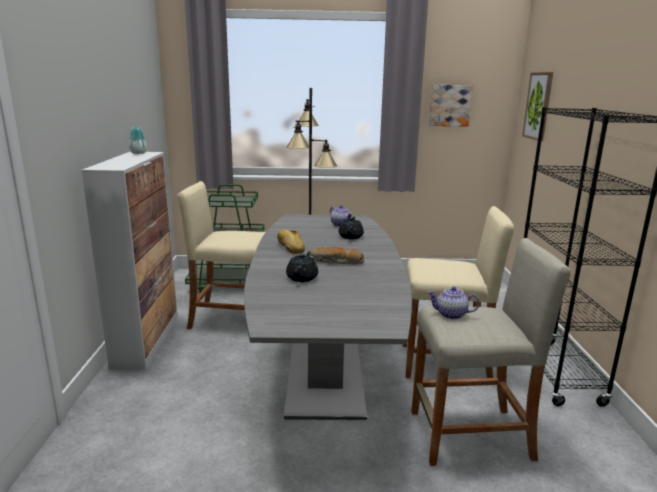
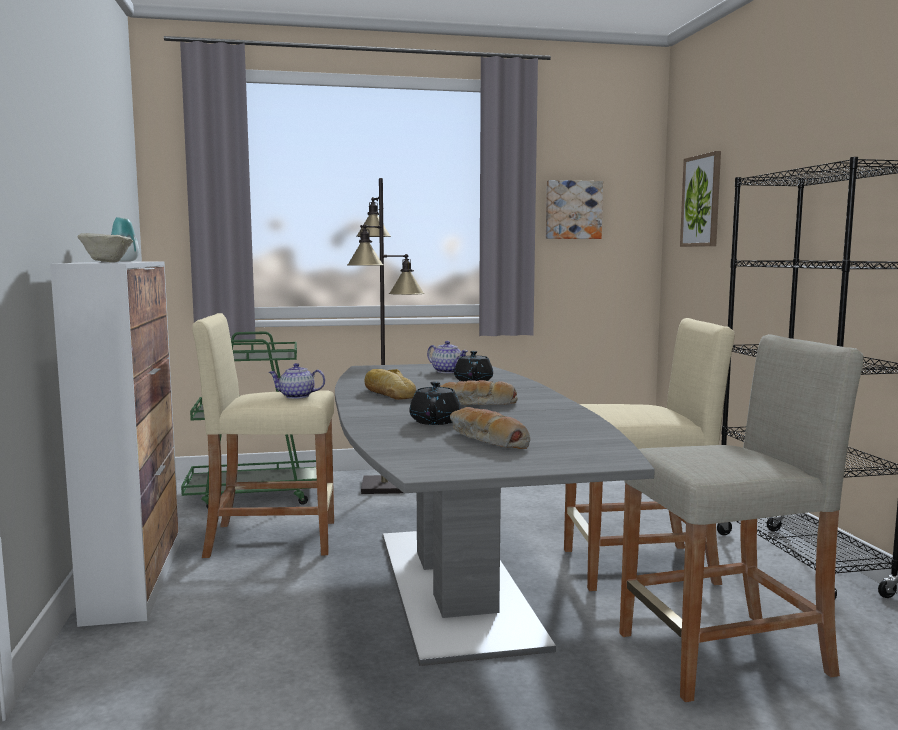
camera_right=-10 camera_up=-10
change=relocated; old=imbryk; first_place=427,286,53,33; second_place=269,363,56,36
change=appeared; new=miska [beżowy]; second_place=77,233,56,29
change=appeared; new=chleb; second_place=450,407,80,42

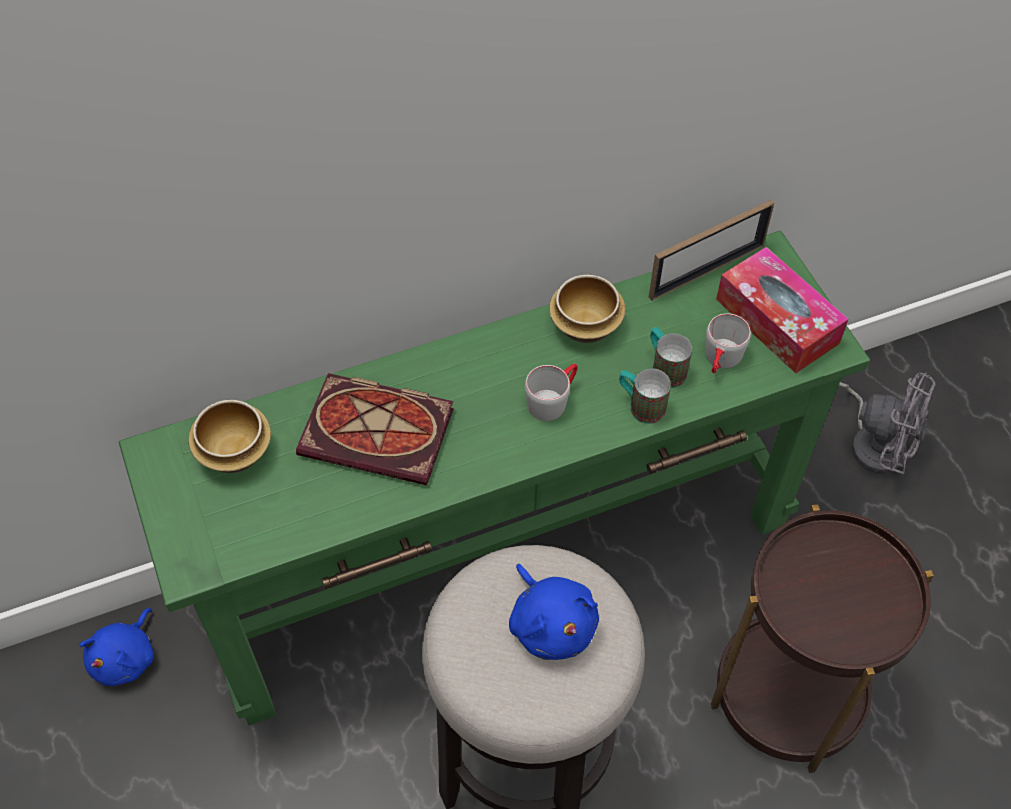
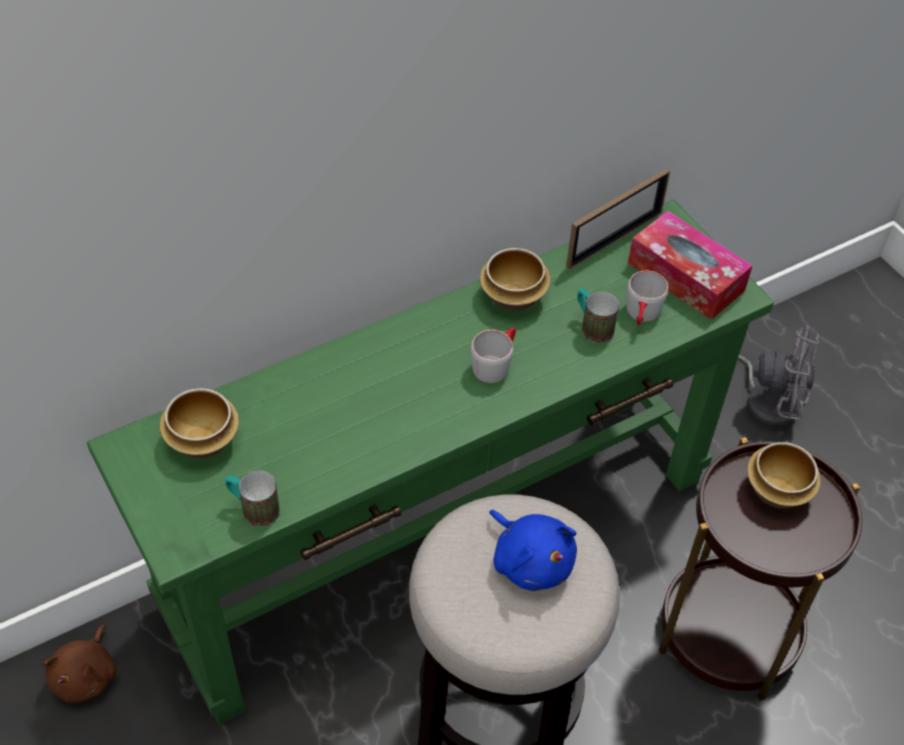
camera_right=-10 camera_up=-5
change=relocated; old=kubek; first_place=619,368,52,56; second_place=225,470,55,57
change=missing; old=książka; first_place=296,373,158,112
change=colour; old=pluszak [niebieski]; new=pluszak [brązowy]; first_place=80,608,74,78; second_place=43,625,73,78
change=appeared; new=miska; second_place=747,442,74,66

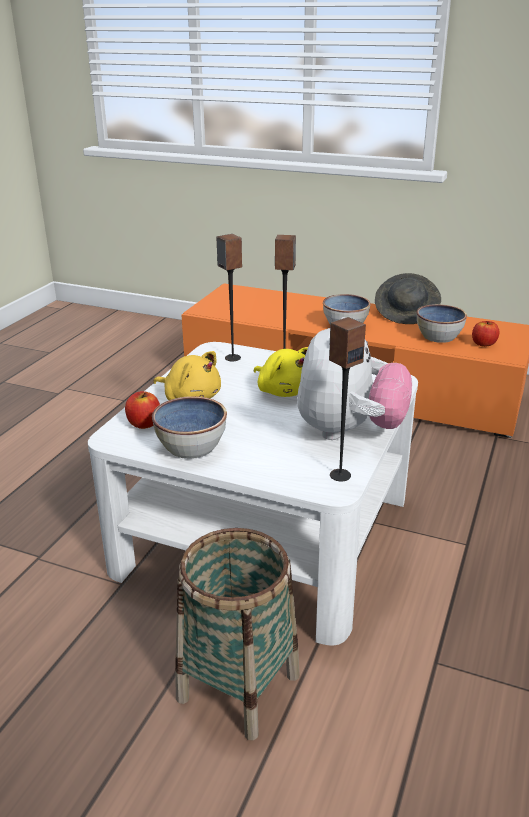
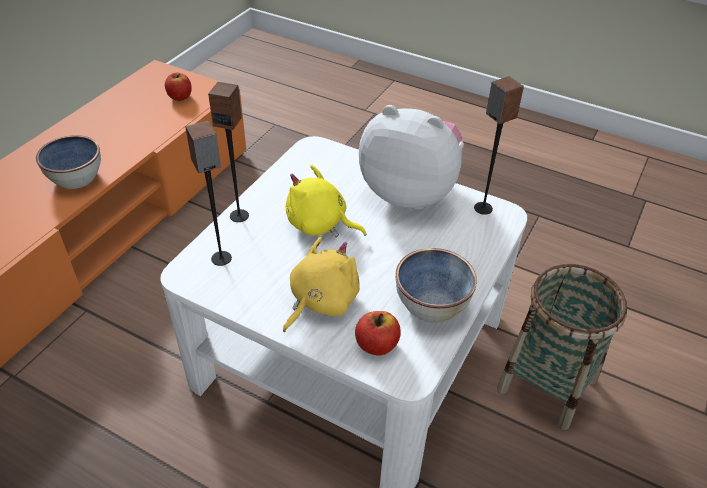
camera_right=-85 camera_up=15
change=missing; old=kapelusz [szary]; first_place=375,273,66,51
change=missing; old=miska; first_place=417,304,50,39
change=spun; old=pluszak [żółty]; first_place=254,347,54,50; second_place=285,165,81,72; degrees=-120

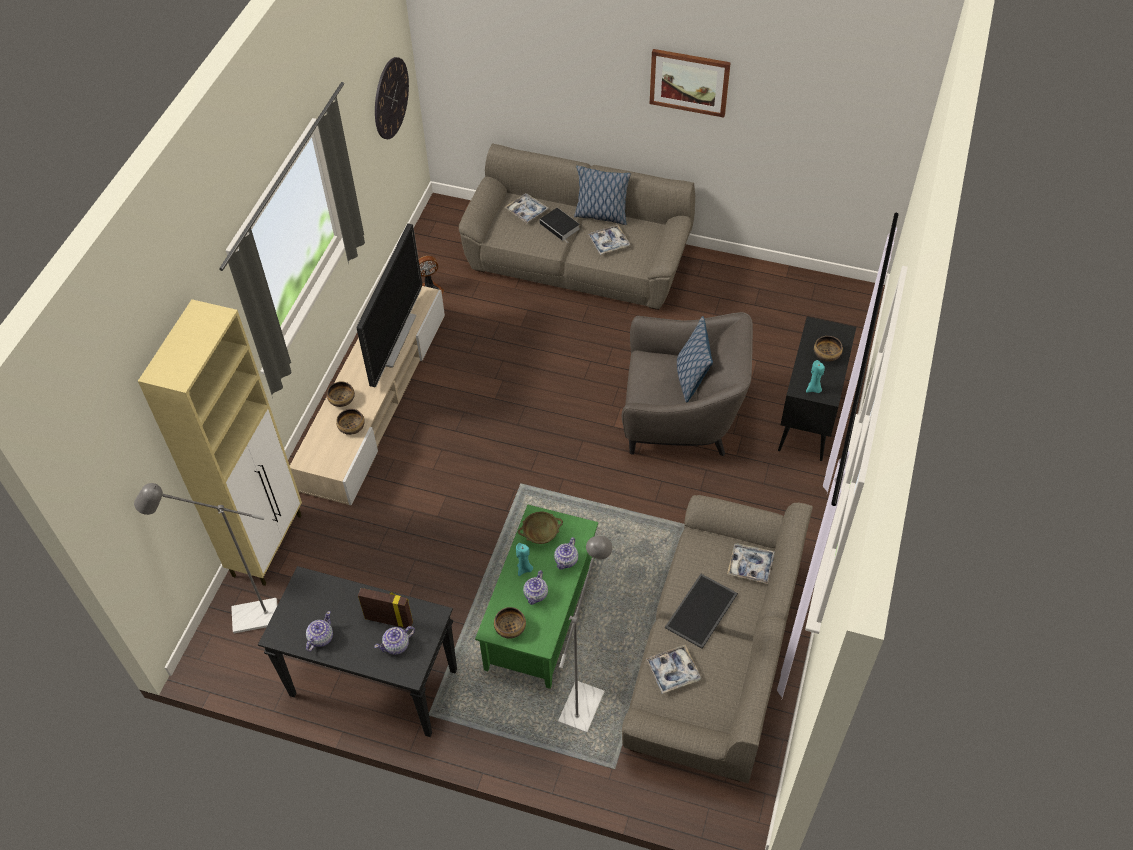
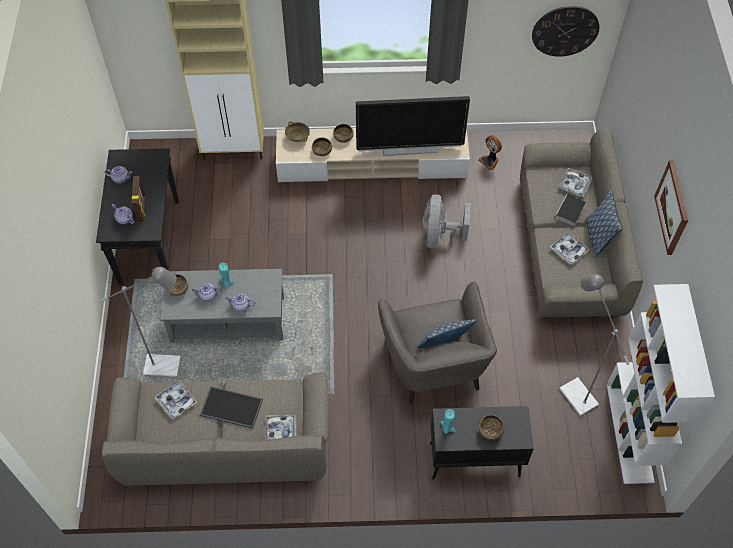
camera_right=70 camera_up=5
change=relocated; old=lampa stojąca [szary]; first_place=134,483,144,150; second_place=559,274,70,142
change=colour; old=ława [zielony]; new=ława [szary]; first_place=475,504,123,185; second_place=160,269,124,74
change=relocated; old=miska [beżowy]; first_place=518,511,45,33; second_place=285,121,25,21
change=appeared; new=wentylator [szary]; second_place=422,194,49,54
change=appeared; new=regał [biały]; second_place=607,284,108,200

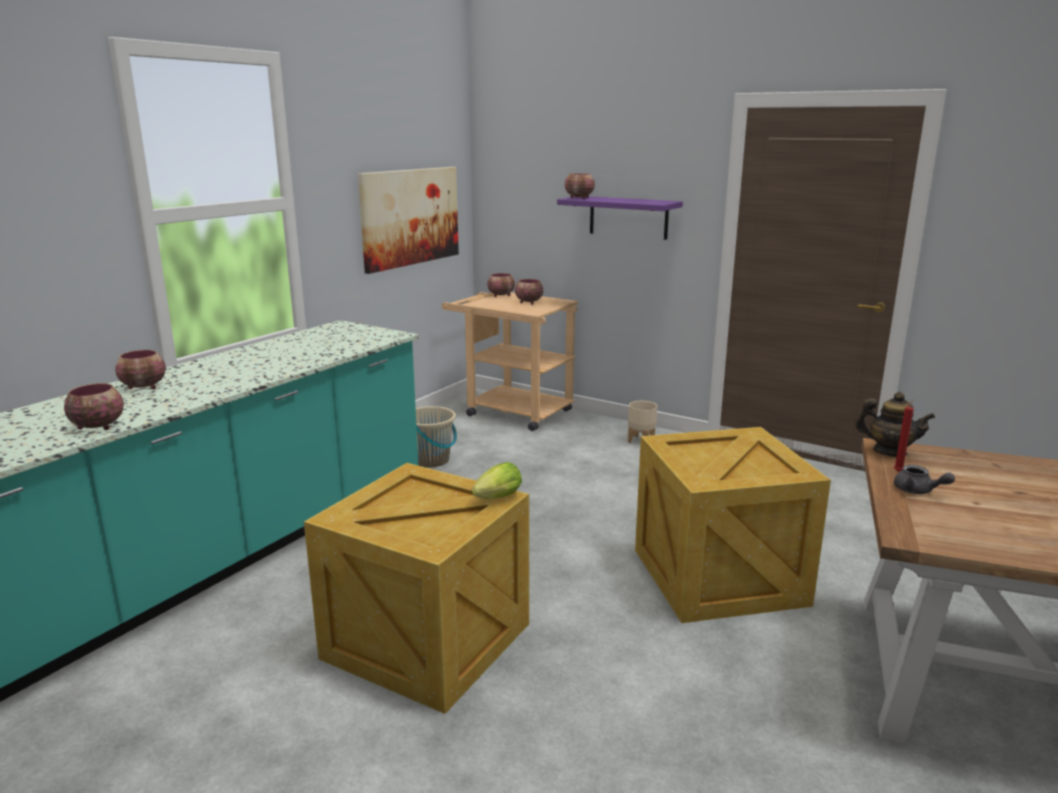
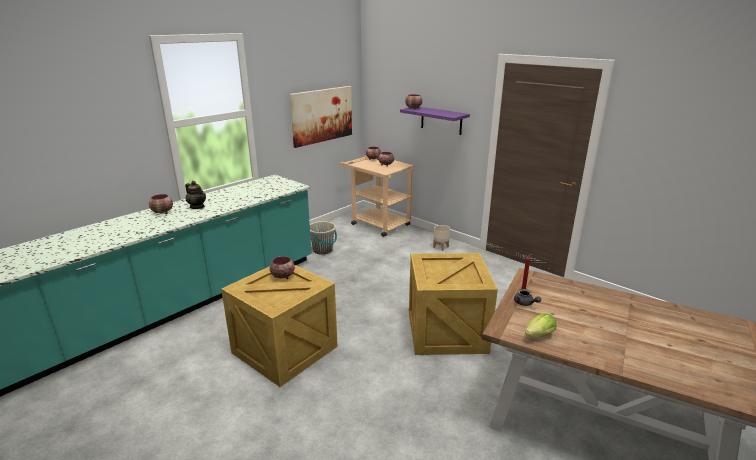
camera_right=10 camera_up=5
change=relocated; old=miska; first_place=64,383,60,47; second_place=270,256,25,23
change=relocated; old=imbryk; first_place=855,392,80,65; second_place=185,181,21,28
change=relocated; old=sałata; first_place=472,462,50,37; second_place=525,313,32,25

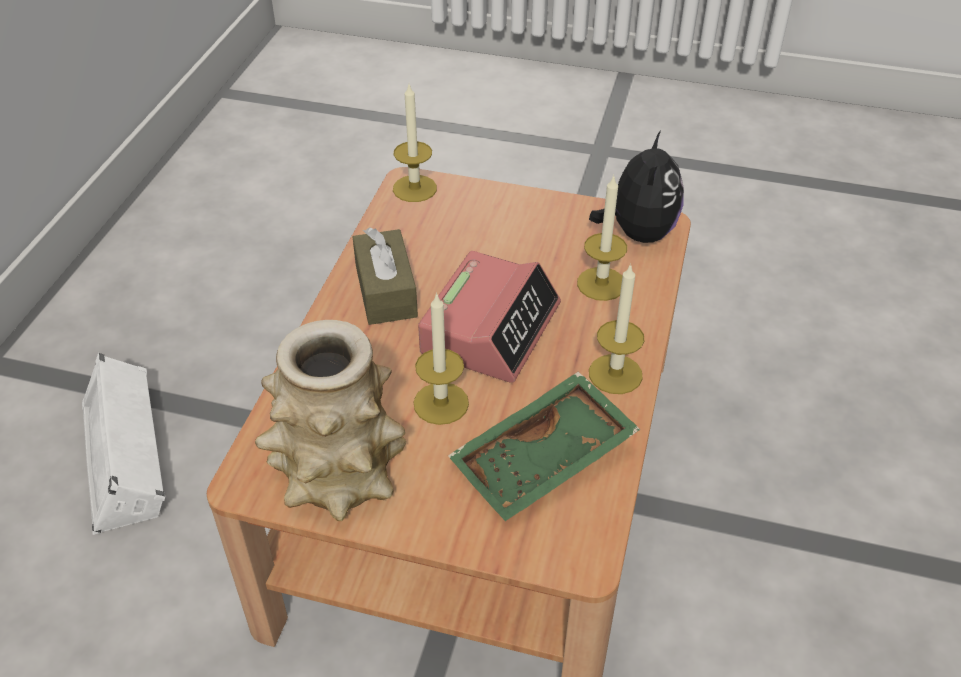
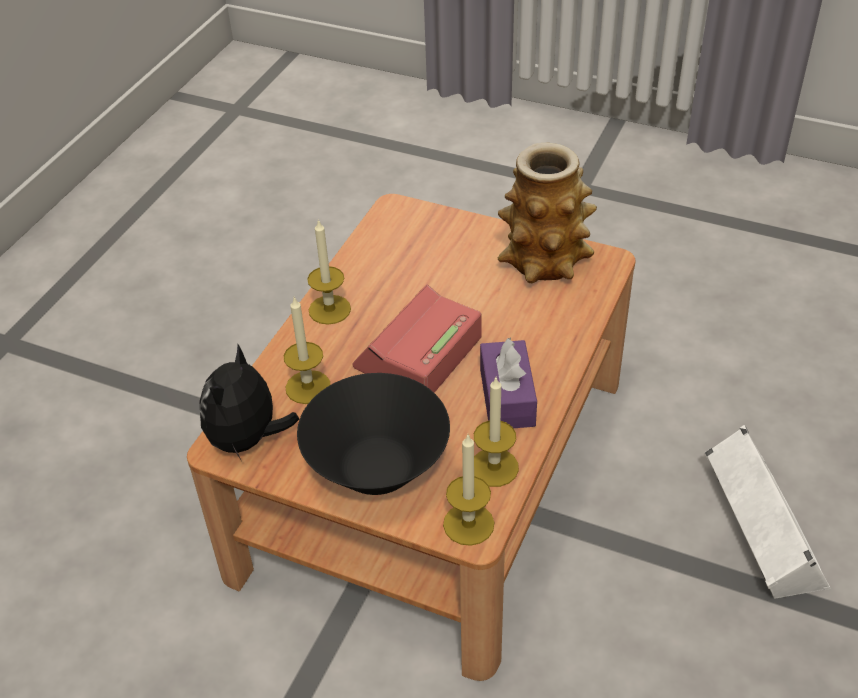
camera_right=-170 camera_up=0
change=colour; old=pudełko chusteczek [brązowy]; new=pudełko chusteczek [fioletowy]; first_place=353,228,65,97; second_place=480,338,57,90
change=relocated; old=świeca; first_place=414,292,55,133; second_place=474,377,45,110
change=missing; old=taca [zielony]; first_place=448,372,193,149
change=appeared; new=miska [czarny]; second_place=297,373,153,122

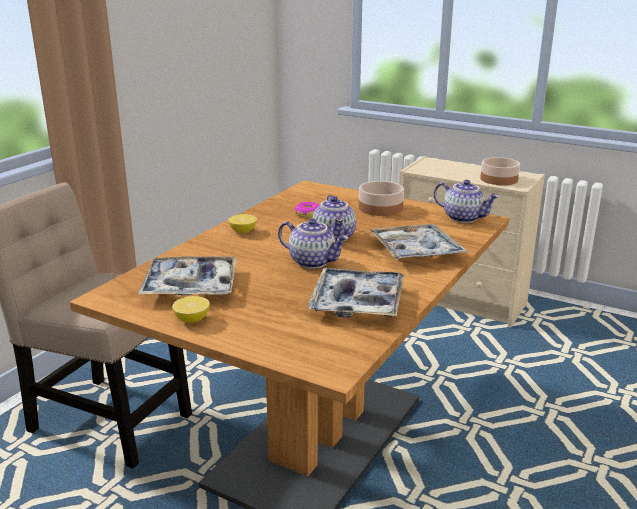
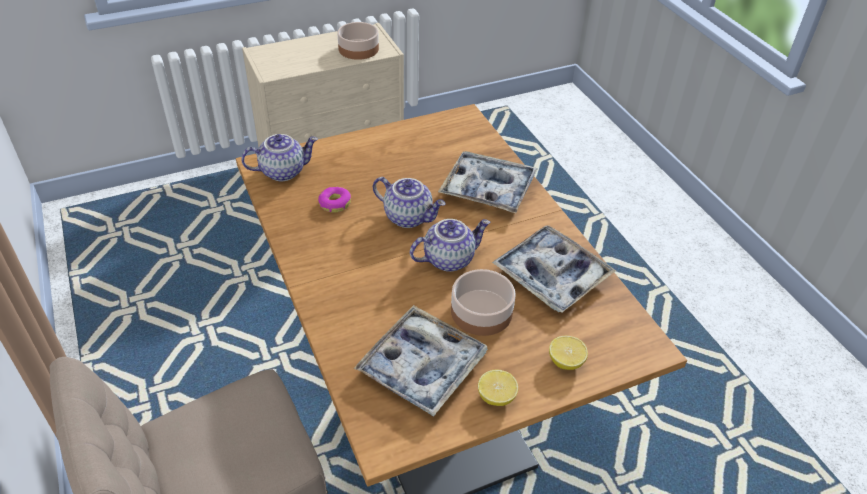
camera_right=-55 camera_up=20
change=relocated; old=imbryk; first_place=434,180,65,43; second_place=241,134,77,47
change=relocated; old=miska; first_place=359,181,45,35; second_place=451,269,64,67
change=relocated; old=cytryna; first_place=228,214,29,20; second_place=549,336,39,34

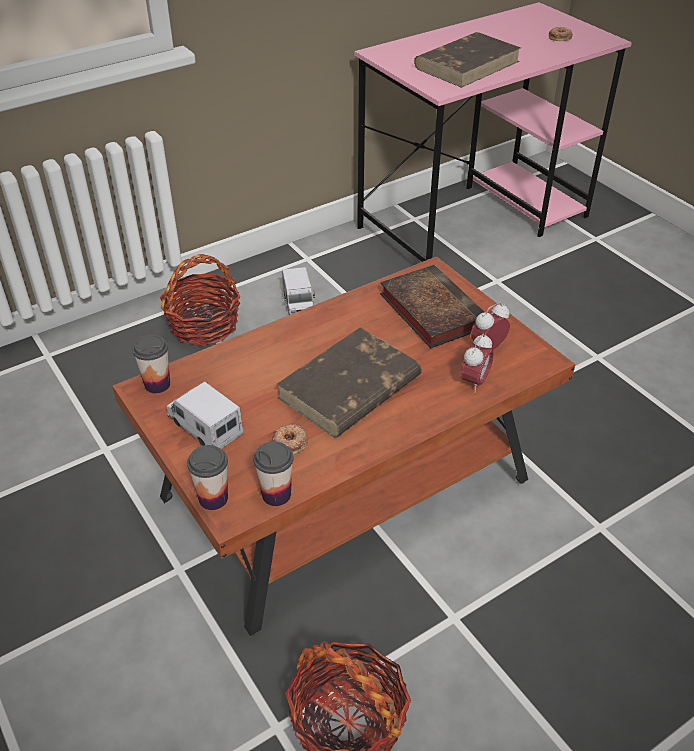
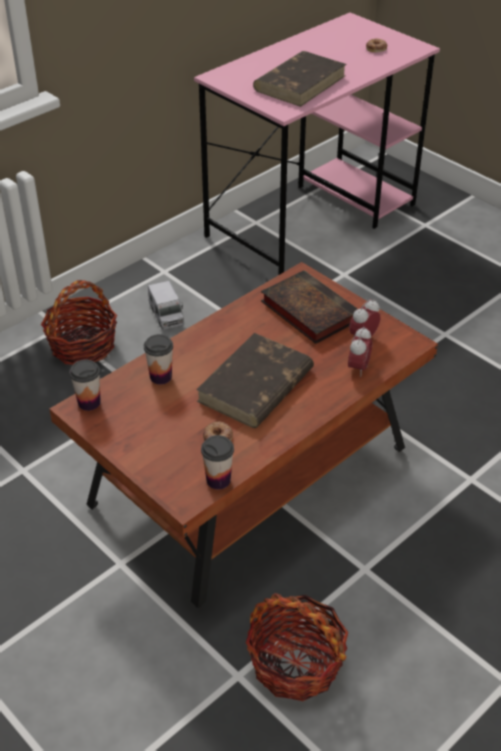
camera_right=-10 camera_up=0
change=missing; old=ciężarówka zabawkowa; first_place=167,381,76,68
change=relocated; old=filiżanka; first_place=187,445,41,65; second_place=144,334,29,50

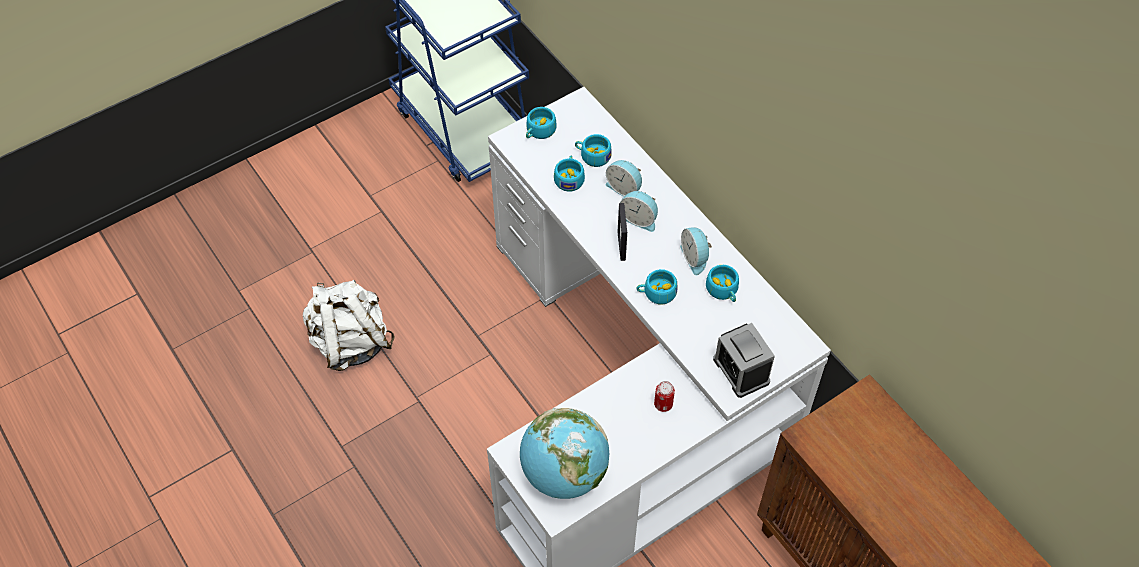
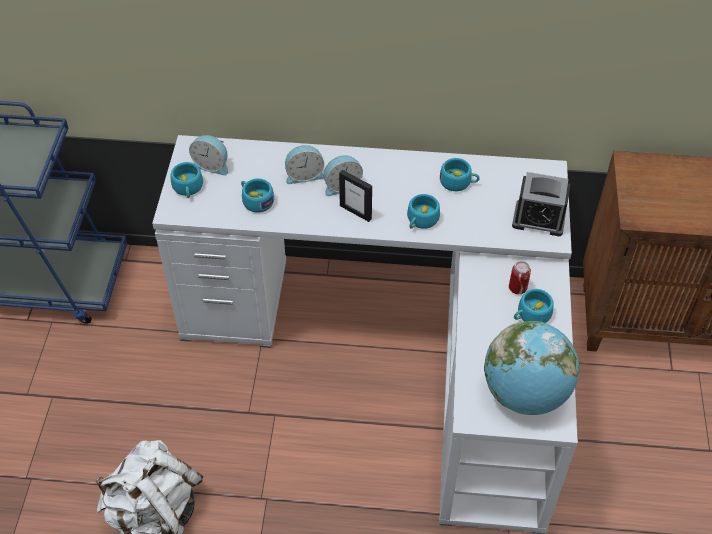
camera_right=-50 camera_up=-5
change=relocated; old=filiżanka [turkusowy]; first_place=575,134,37,33; second_place=514,289,40,34
change=relocated; old=budzik; first_place=680,227,32,48; second_place=189,135,39,41

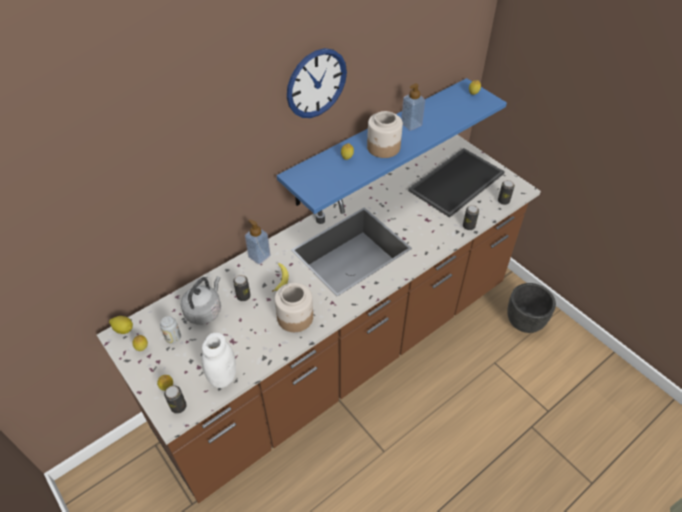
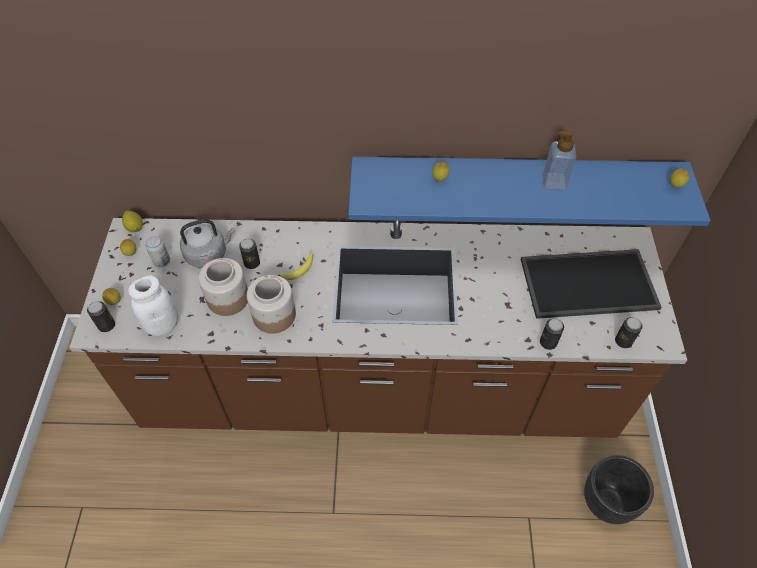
camera_right=40 camera_up=5
change=missing; old=zegar ścienny; first_place=287,48,60,70
change=relocated; old=słoik; first_place=367,111,36,47; second_place=198,258,50,58
change=missing; old=dozownik mydła; first_place=245,219,25,45

